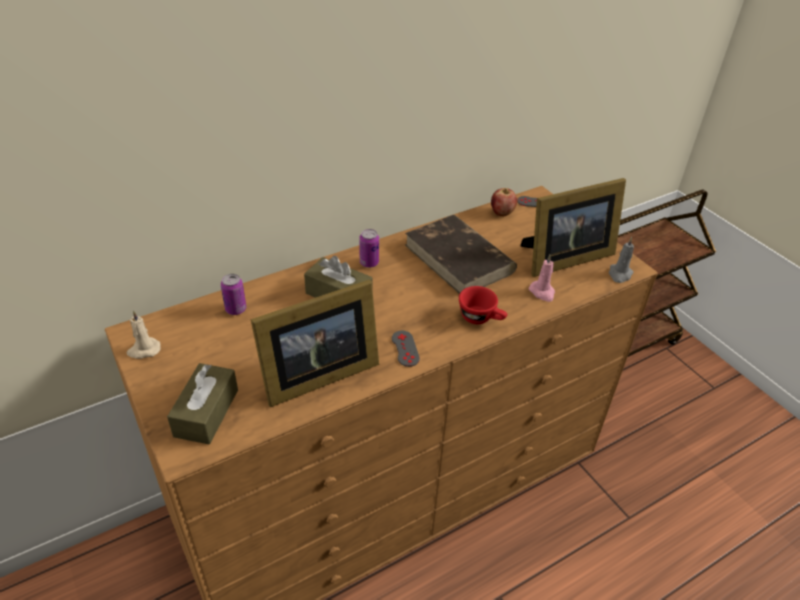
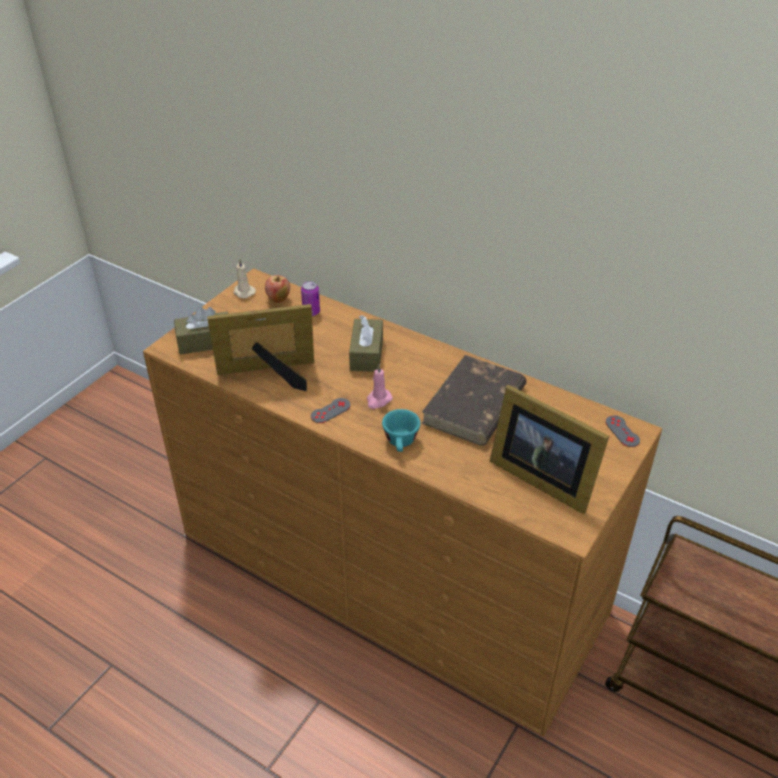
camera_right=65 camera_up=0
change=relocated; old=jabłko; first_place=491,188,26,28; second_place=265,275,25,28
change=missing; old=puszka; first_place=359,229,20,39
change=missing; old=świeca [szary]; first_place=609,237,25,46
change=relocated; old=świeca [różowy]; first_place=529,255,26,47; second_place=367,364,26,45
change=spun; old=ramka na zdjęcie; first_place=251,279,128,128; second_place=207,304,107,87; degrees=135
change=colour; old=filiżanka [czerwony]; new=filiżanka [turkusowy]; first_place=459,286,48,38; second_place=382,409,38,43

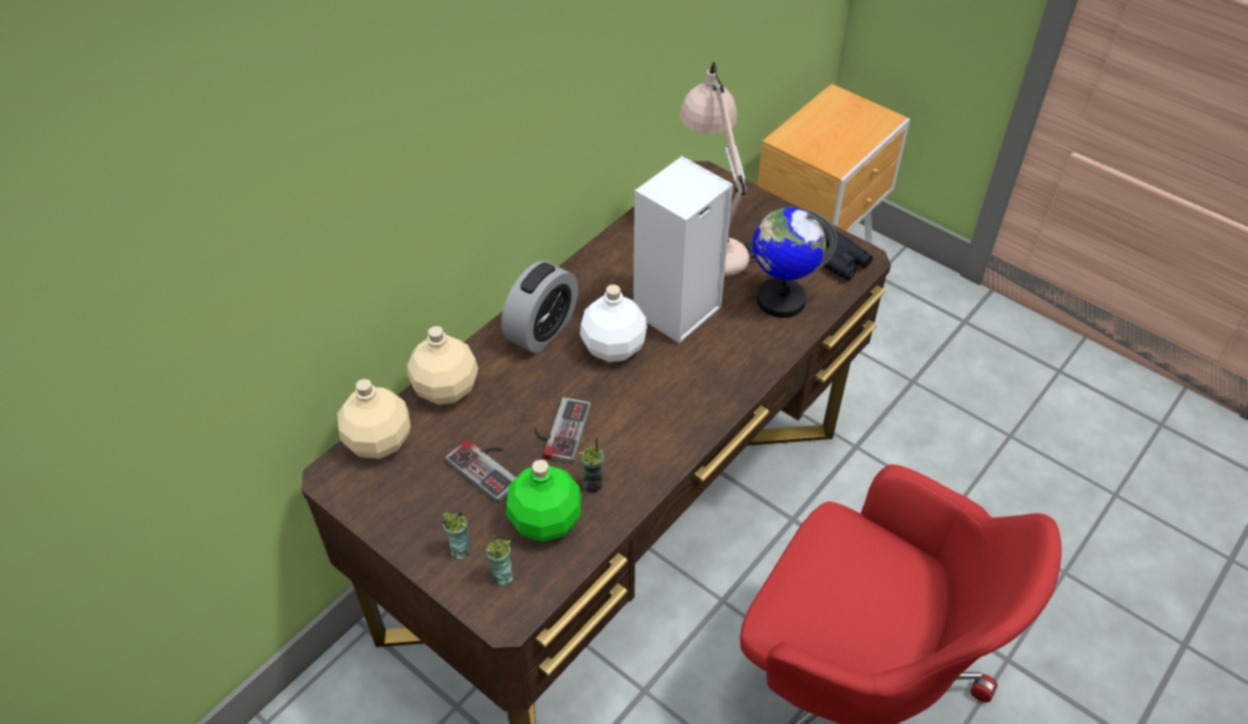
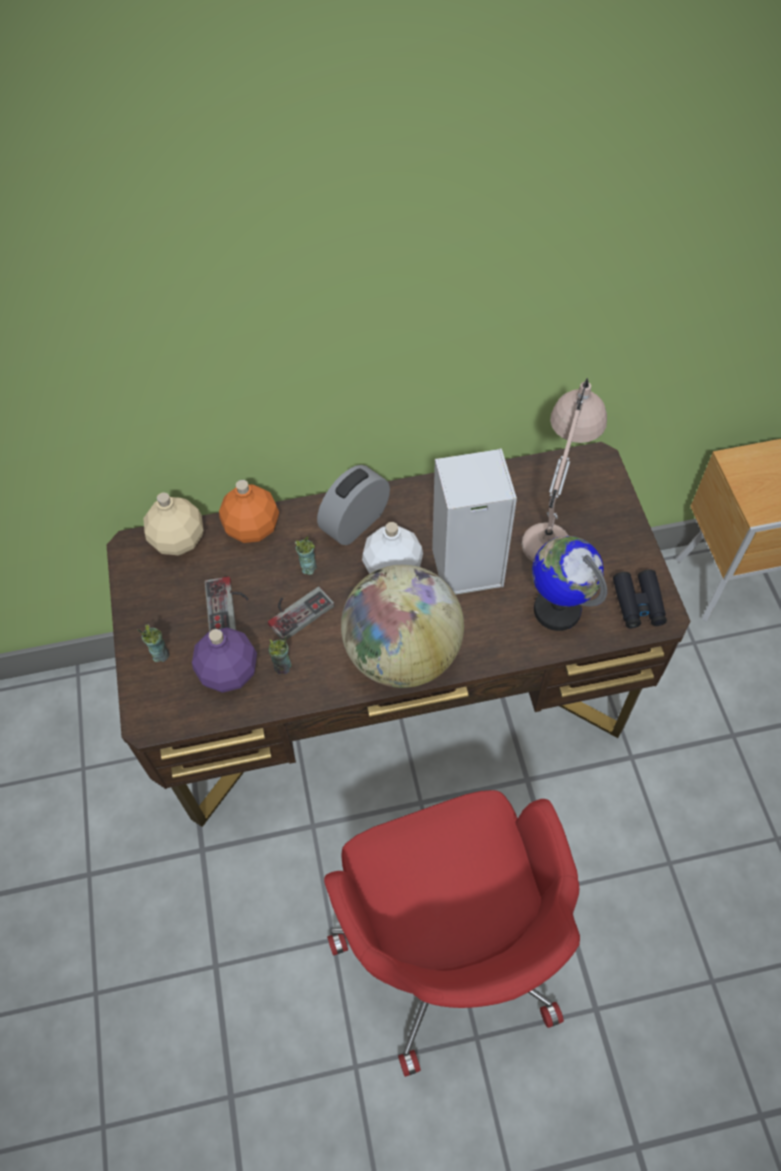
camera_right=40 camera_up=10
change=spun; old=budzik; first_place=501,261,77,92; second_place=317,465,73,80; degrees=150
change=colour; old=butelka [beżowy]; new=butelka [pomarańczowy]; first_place=407,326,71,79; second_place=219,480,60,63
change=colour; old=butelka [zielony]; new=butelka [fioletowy]; first_place=506,459,75,83; second_place=192,627,65,66
change=relocated; old=filiżanka; first_place=486,536,27,50; second_place=295,537,22,38
change=appeared; new=globus; second_place=341,565,123,123

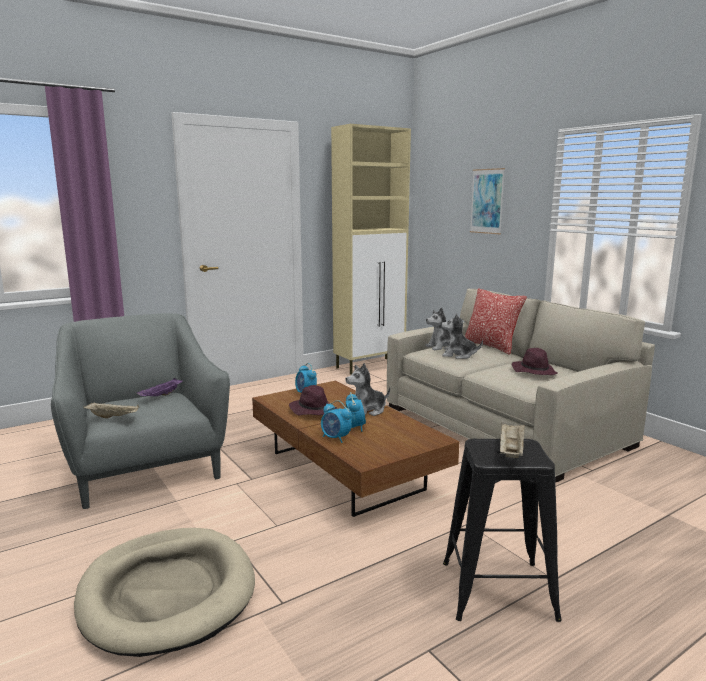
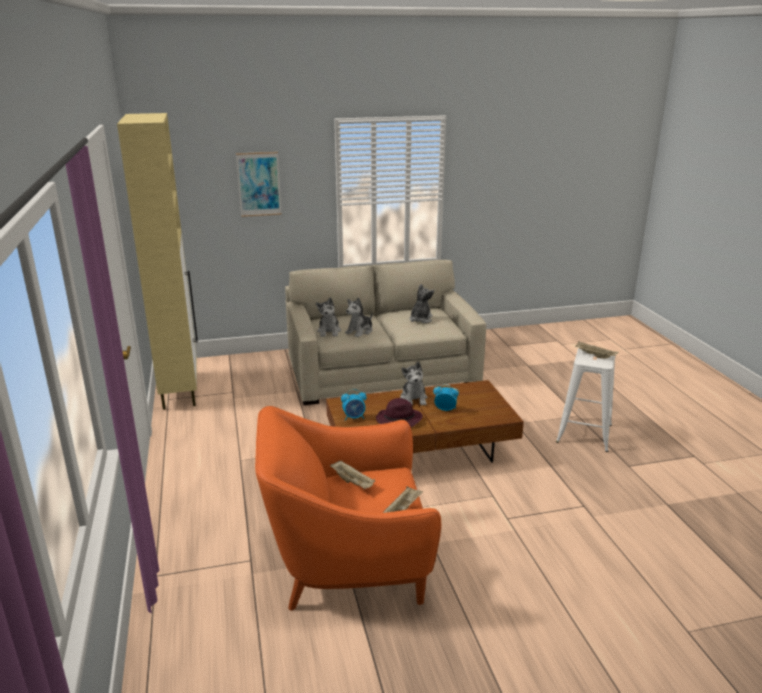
camera_right=-70 camera_up=10
change=missing; old=poduszka; first_place=464,288,63,67
change=colour; old=fotel [szary]; new=fotel [pomarańczowy]; first_place=51,313,179,196; second_place=255,406,186,205
change=exchanged; old=kapelusz [fioletowy]; new=pluszak; first_place=512,348,46,27; second_place=409,284,25,39
change=colour; old=taca [fioletowy]; new=taca [beżowy]; first_place=137,378,46,18; second_place=330,461,45,28
change=missing; old=budzik; first_place=321,400,31,43
change=colour; old=stołek [czarny]; new=stołek [biały]; first_place=443,439,119,183; second_place=556,348,59,104
change=missing; old=legowisko [beżowy]; first_place=74,528,181,129

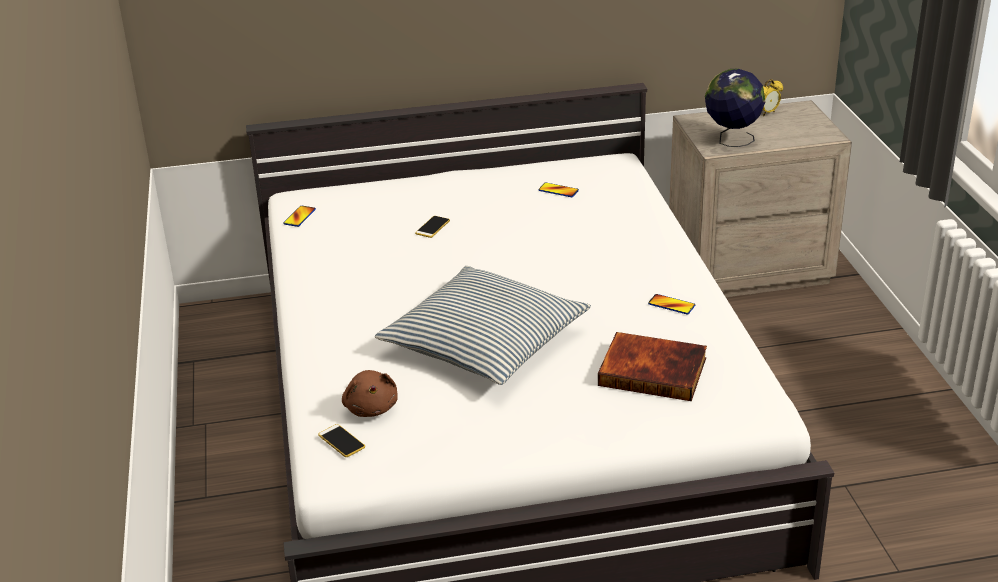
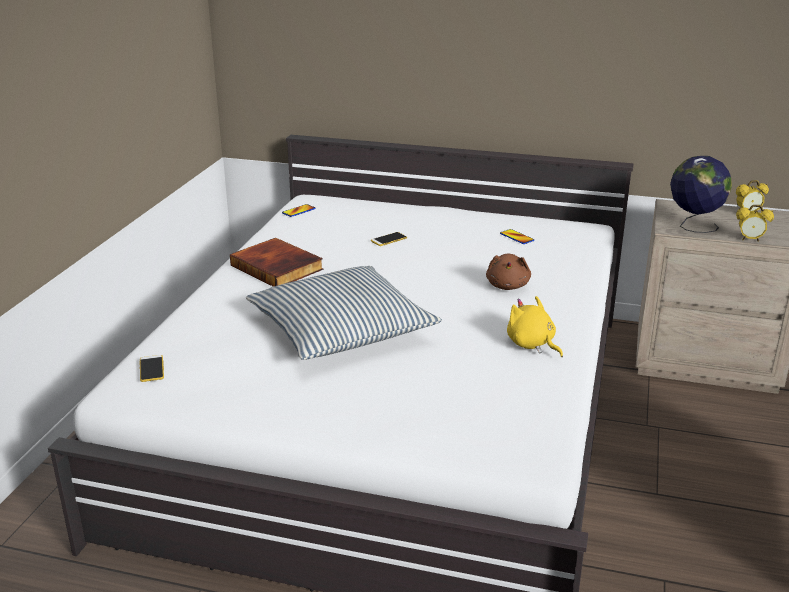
camera_right=25 camera_up=-5
change=exchanged; old=telefon; new=pluszak [żółty]; first_place=648,294,47,21; second_place=507,296,56,61
change=relocated; old=książka; first_place=598,332,109,69; second_place=230,238,93,49
change=relocated; old=pluszak [brązowy]; first_place=342,370,56,47; second_place=486,254,45,36
change=appeared; new=budzik; second_place=736,205,38,37

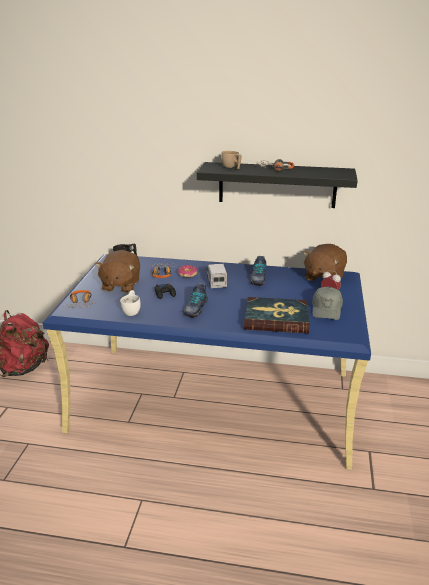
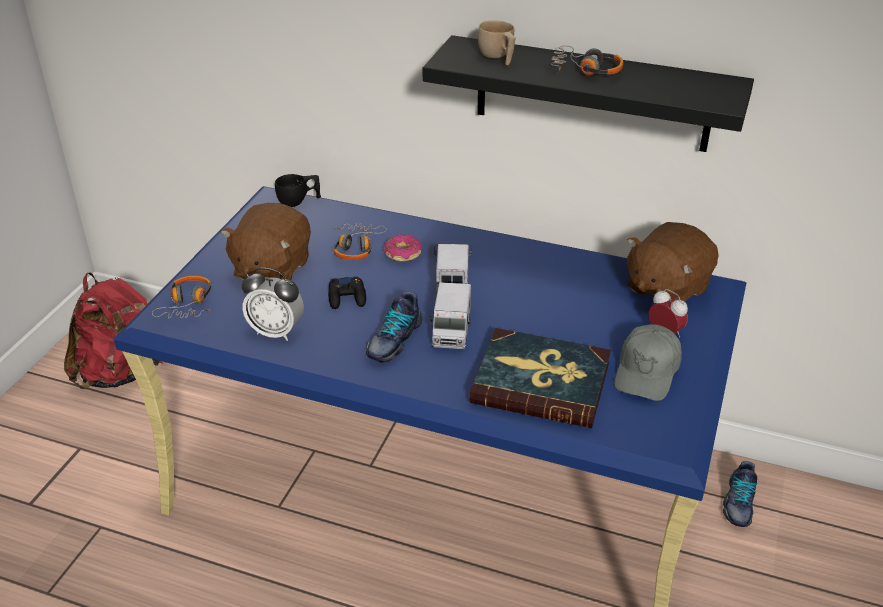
camera_right=10 camera_up=10
change=relocated; old=but; first_place=249,256,18,30; second_place=723,461,34,66
change=exchanged; old=filiżanka [biały]; new=budzik; first_place=120,290,21,26; second_place=242,268,62,73
change=appeared; new=ciężarówka zabawkowa; second_place=430,282,41,67

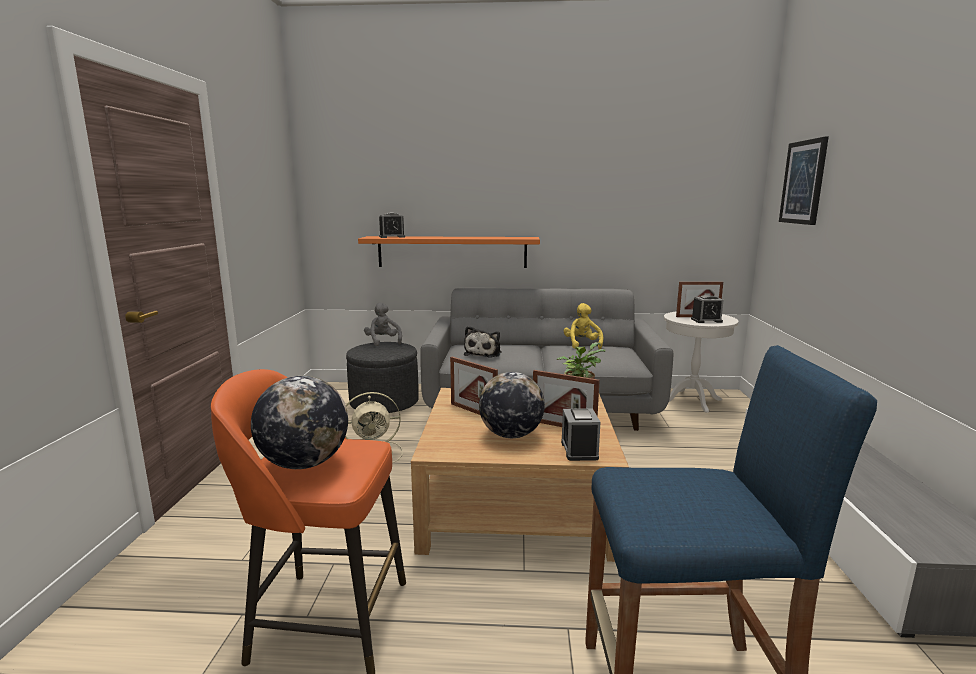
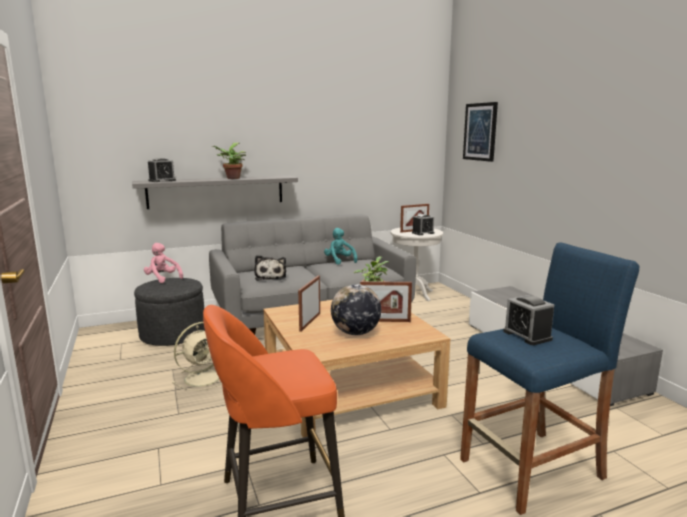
camera_right=-25 camera_up=0
change=colour; old=półka [pomarańczowy]; new=półka [szary]; first_place=358,236,182,32; second_place=132,176,166,33
change=colour; old=pluszak [szary]; new=pluszak [różowy]; first_place=364,303,38,43; second_place=144,243,39,40
change=colour; old=pluszak [żółty]; new=pluszak [turkusowy]; first_place=564,303,39,46; second_place=324,228,33,37
change=spun; old=ramka na zdjęcie; first_place=450,357,48,58; second_place=298,276,22,56; degrees=90
change=missing; old=globus; first_place=251,376,97,93
change=relocated; old=budzik; first_place=561,408,40,53; second_place=503,295,51,50
change=appeared; new=roślina doniczkowa; second_place=212,143,34,36

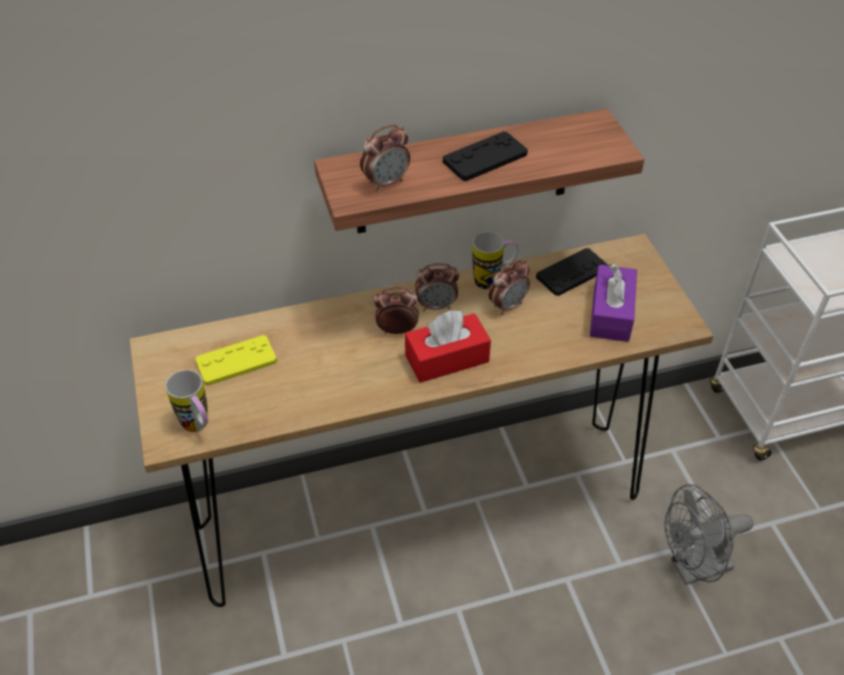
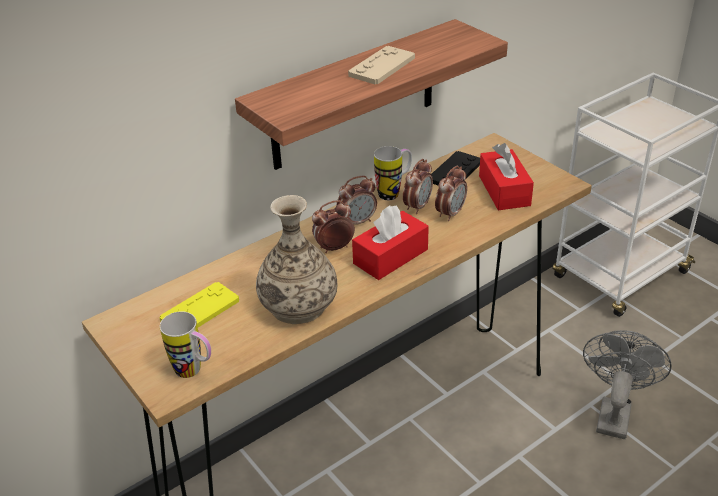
camera_right=-20 camera_up=-10
change=relocated; old=budzik; first_place=360,124,50,67; second_place=435,166,32,55
change=colour; old=pad do gier [czarny]; new=pad do gier [beżowy]; first_place=443,131,85,50; second_place=348,46,67,38
change=colour; old=pudełko chusteczek [fioletowy]; new=pudełko chusteczek [czerwony]; first_place=590,264,47,78; second_place=479,143,55,67
change=spun; old=wentylator [szary]; first_place=665,484,89,101; second_place=583,330,89,109; degrees=150
change=appeared; new=wazon; second_place=256,195,81,129

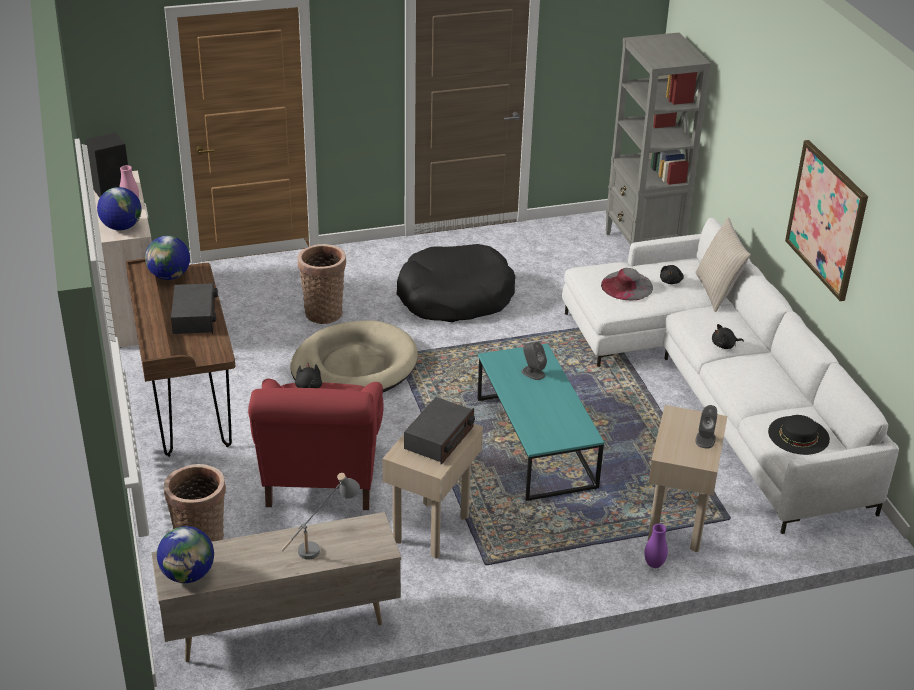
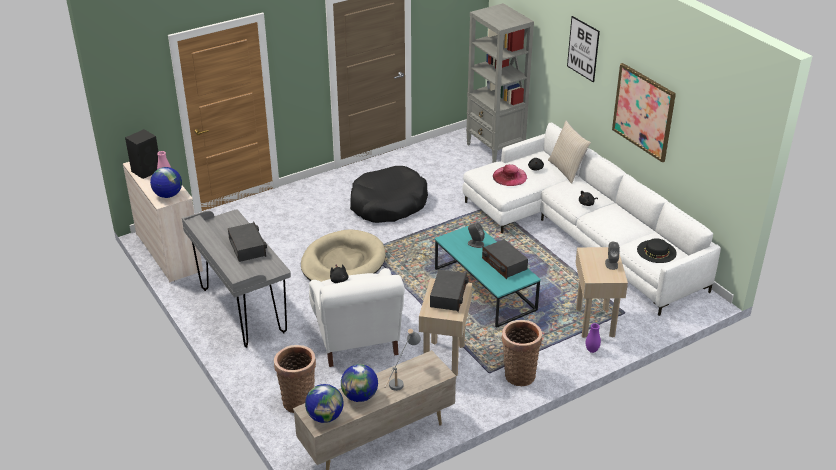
camera_right=-15 camera_up=0
change=relocated; old=globus; first_place=145,236,45,44; second_place=341,364,37,38
change=relocated; old=koszyk; first_place=298,244,48,80; second_place=501,320,41,66
change=colour; old=biurko [brązowy]; new=biurko [szary]; first_place=125,259,110,198; second_place=182,209,109,139
change=colour; old=kapelusz [szary]; new=kapelusz [różowy]; first_place=601,268,52,33; second_place=493,164,34,22
change=colour; old=fotel [czerwony]; new=fotel [biały]; first_place=248,379,136,131; second_place=309,268,96,99
change=appeared; new=obraz; second_place=567,16,33,66
change=appeared; new=radio; second_place=482,239,46,40

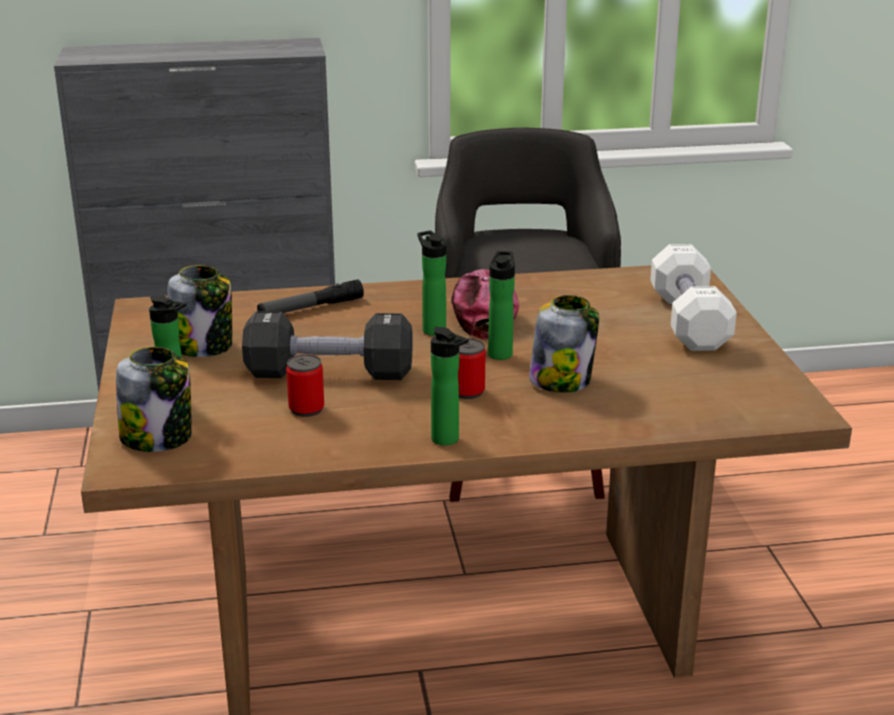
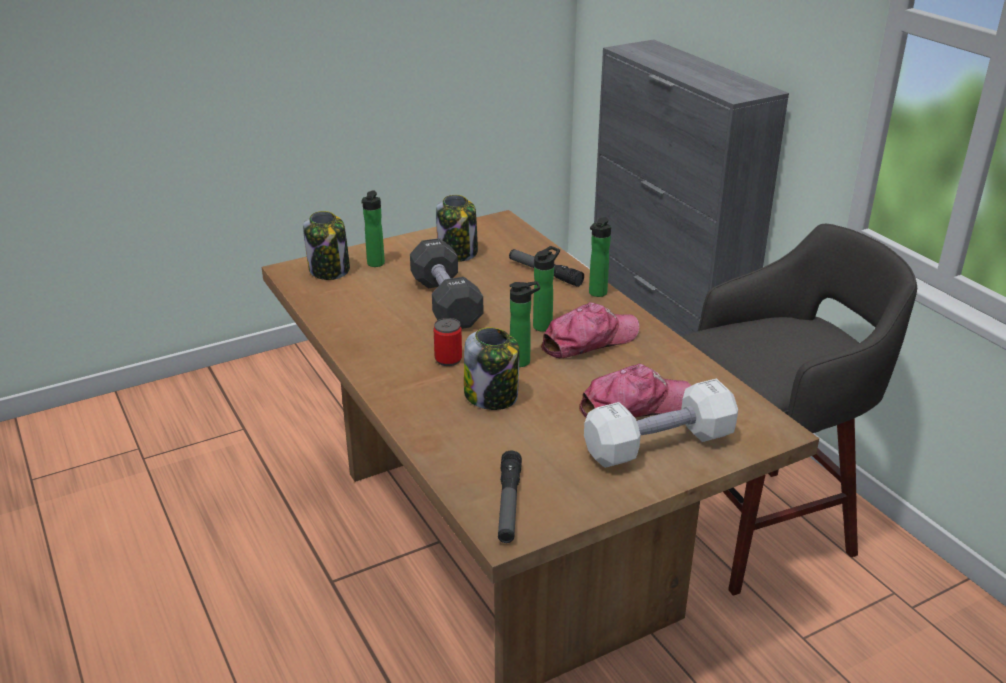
camera_right=70 camera_up=5
change=relocated; old=butelka; first_place=431,327,38,118; second_place=589,217,22,80
change=missing; old=puszka; first_place=286,354,38,63
change=appeared; new=czapka z daszkiem; second_place=579,364,112,53
change=appeared; new=latarka; second_place=498,450,24,93

